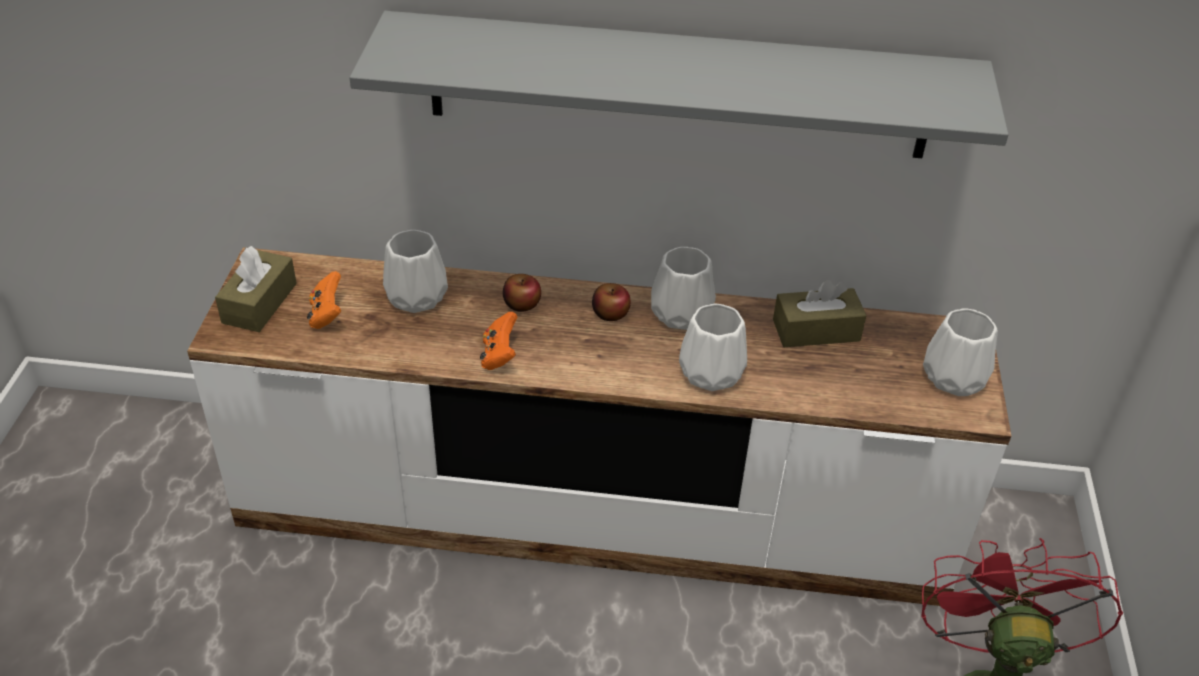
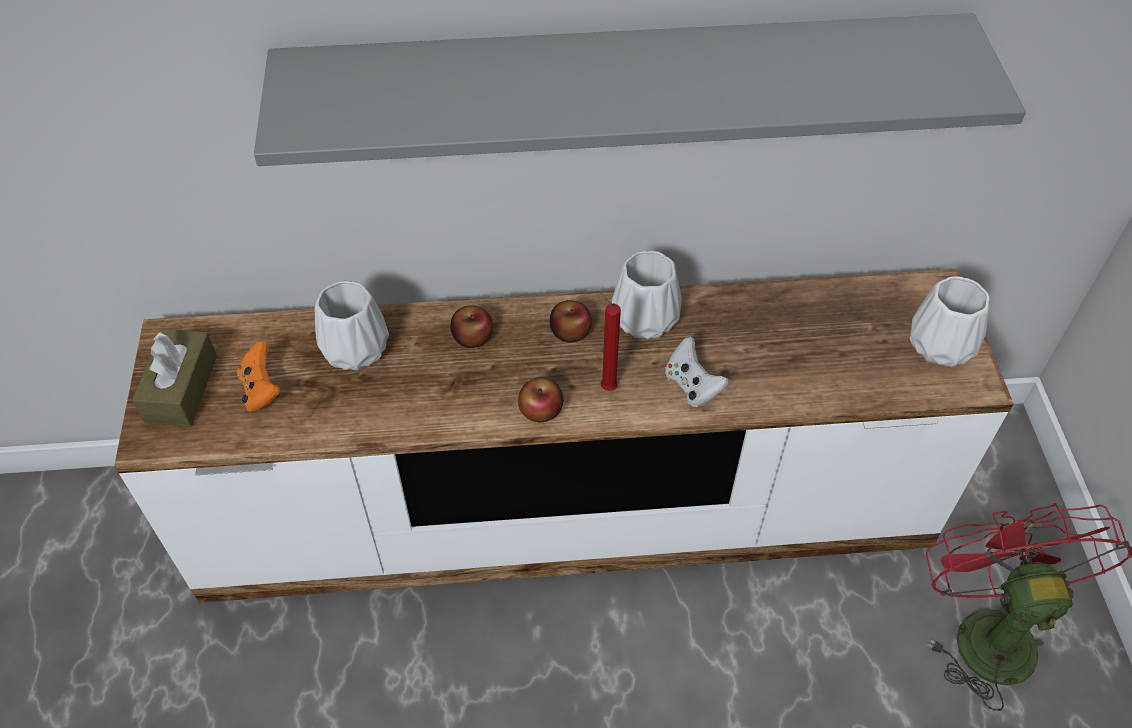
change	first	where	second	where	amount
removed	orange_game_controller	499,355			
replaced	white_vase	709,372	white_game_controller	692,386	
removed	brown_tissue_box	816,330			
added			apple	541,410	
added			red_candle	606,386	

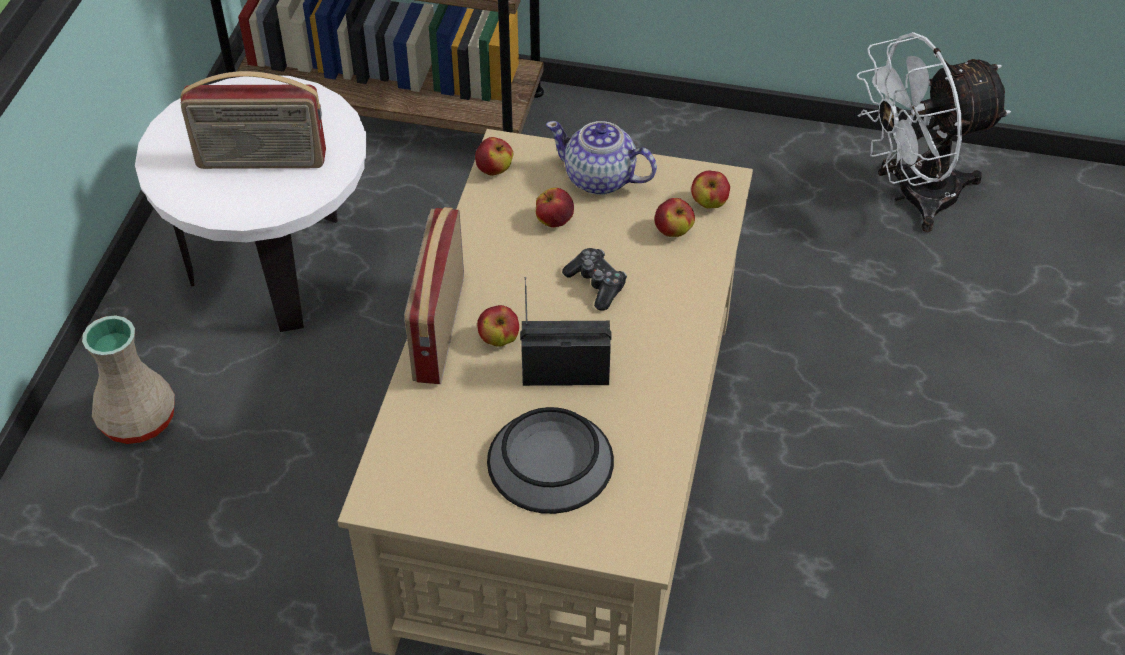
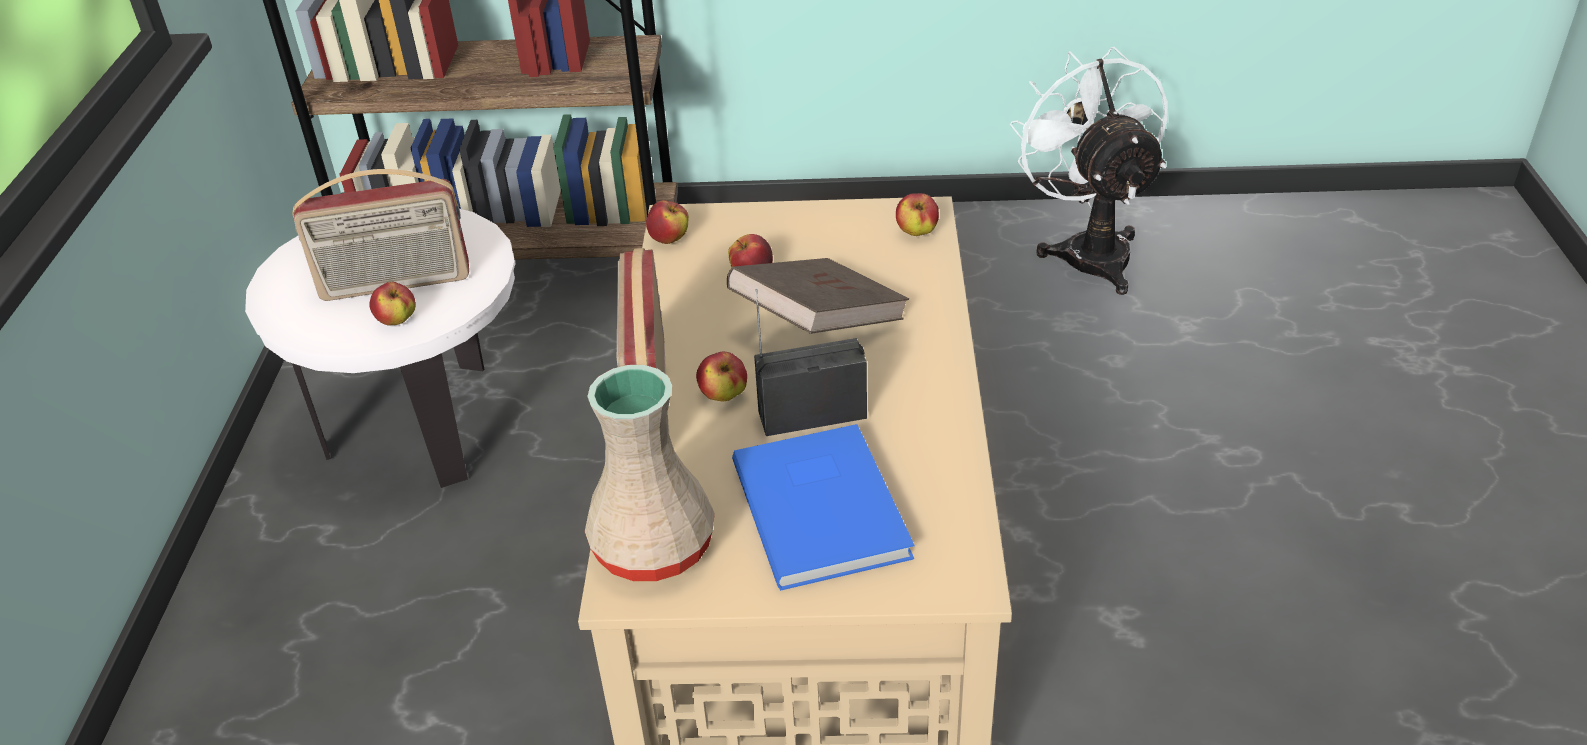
change	first	where	second	where	amount
moved	beige_vase	136,419		650,548	
replaced	bowl	550,460	blue_book	824,506	
removed	teapot	600,179			
replaced	game_controller	596,284	brown_book	819,325	
moved	apple	673,231		397,321	
turned	white_fan	912,196		1088,250	105 degrees clockwise

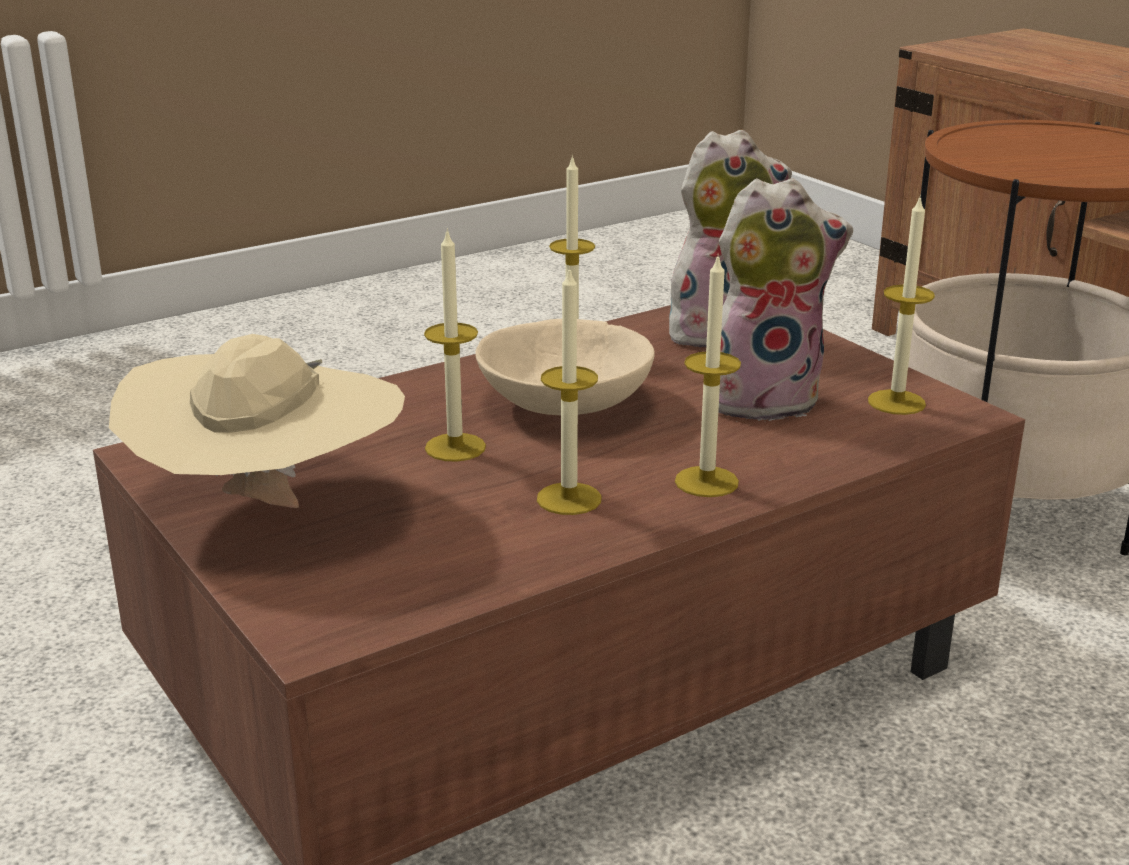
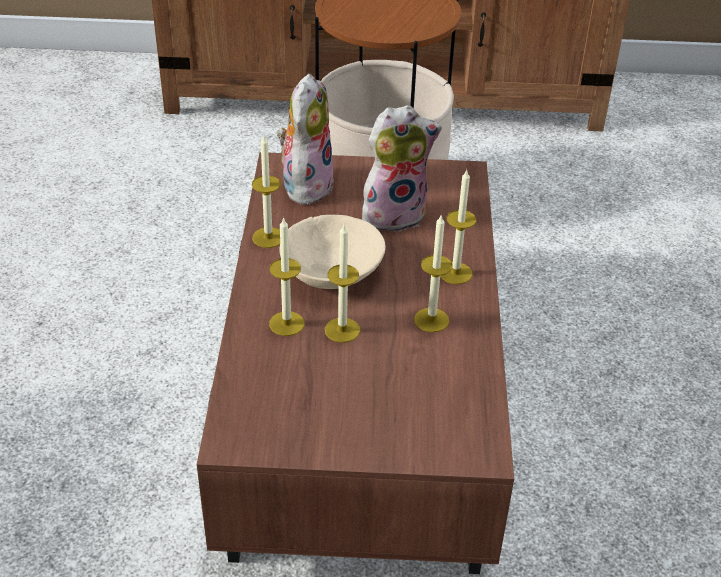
change	first	where	second	where	amount
removed	beige_hat	268,508			
turned	plush_toy	763,399		394,214	45 degrees clockwise
moved	candle	896,402		286,323	

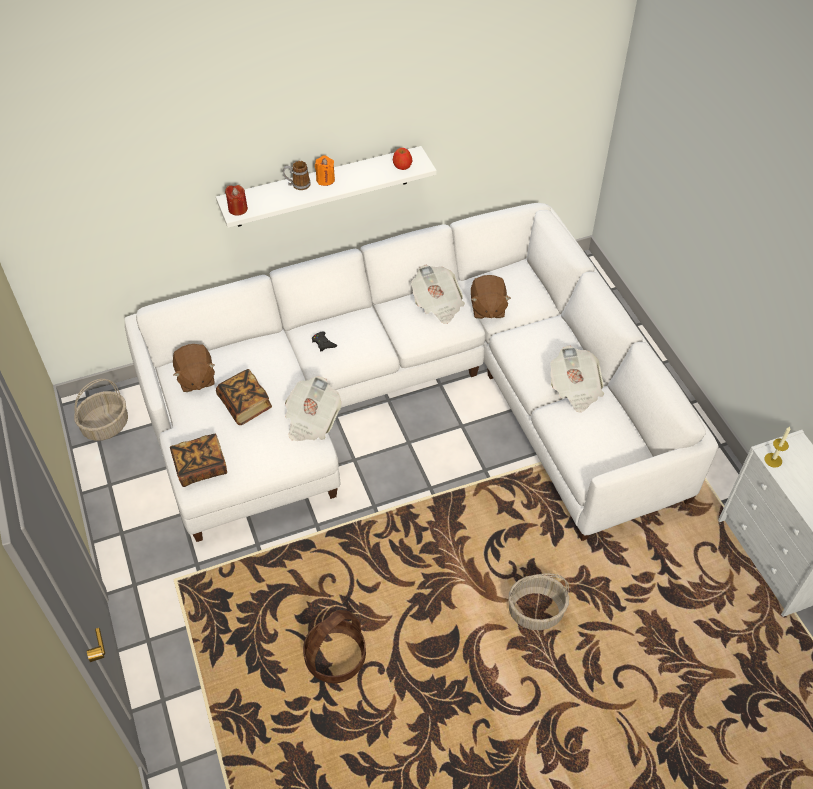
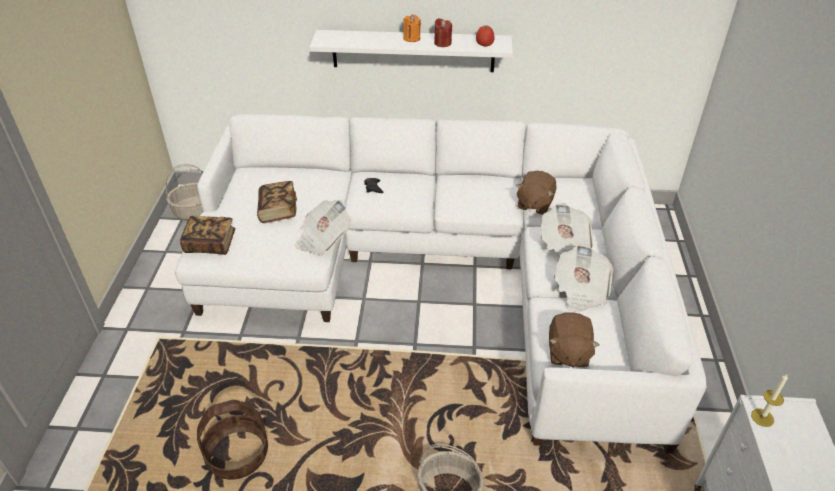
change	first	where	second	where	amount
moved	brown_plush_toy	196,378		568,352	
moved	red_candle	238,209		442,43	
removed	mug	297,185			
moved	newspaper	437,304		565,246	

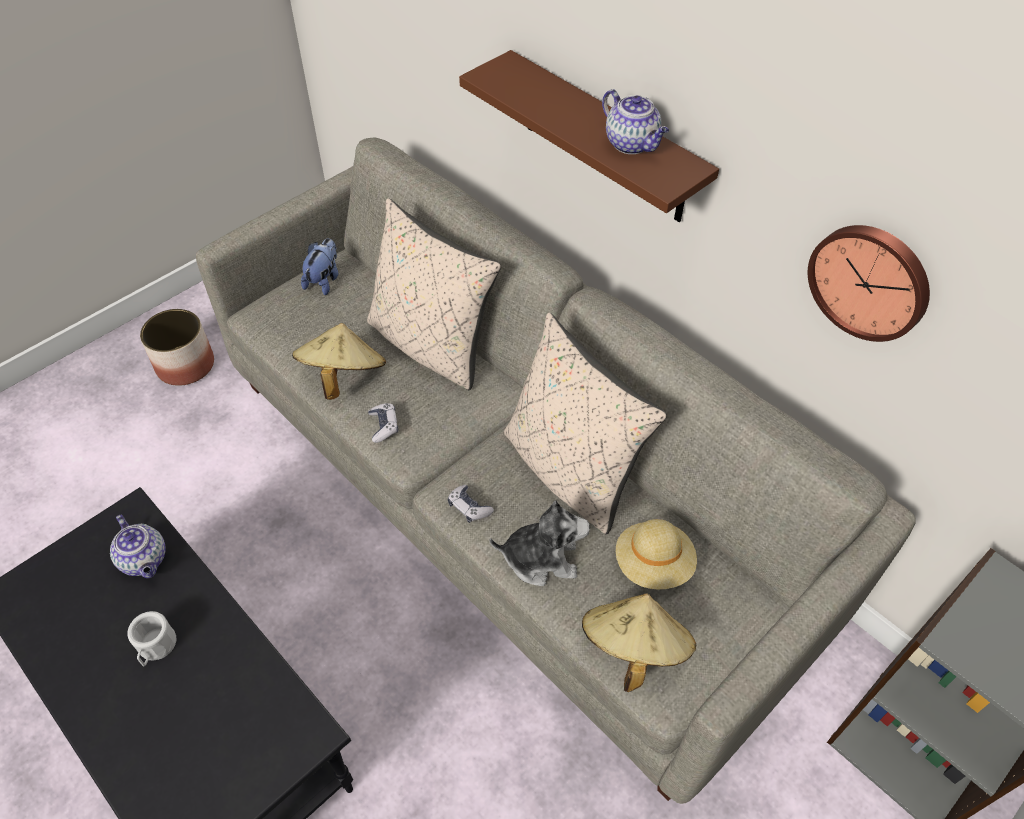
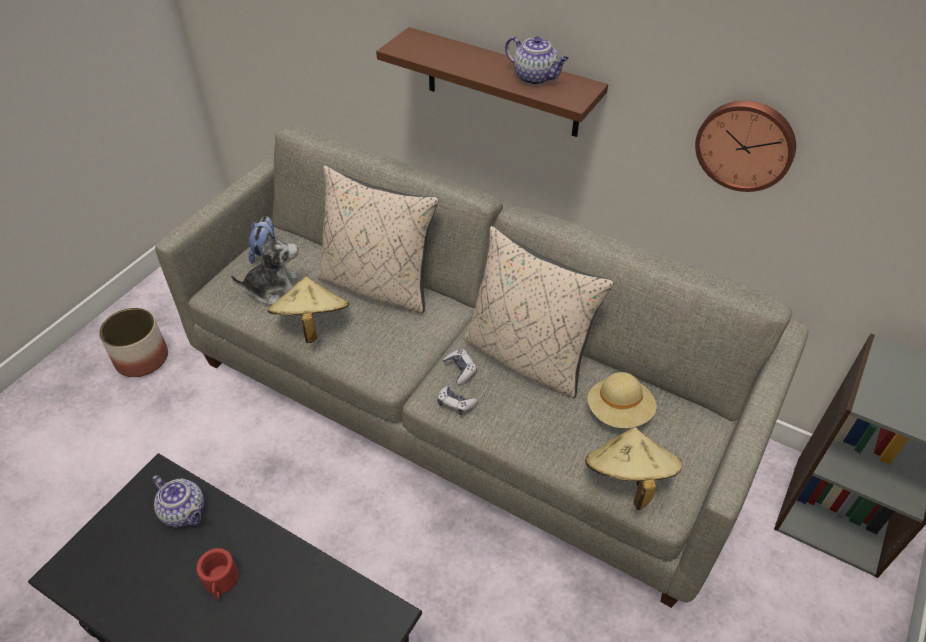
change	first	where	second	where	amount
recoloured	white_mug	155,647	red_mug	221,582	
moved	game_controller	384,426		460,369	
moved	plush_toy	541,558		274,289	

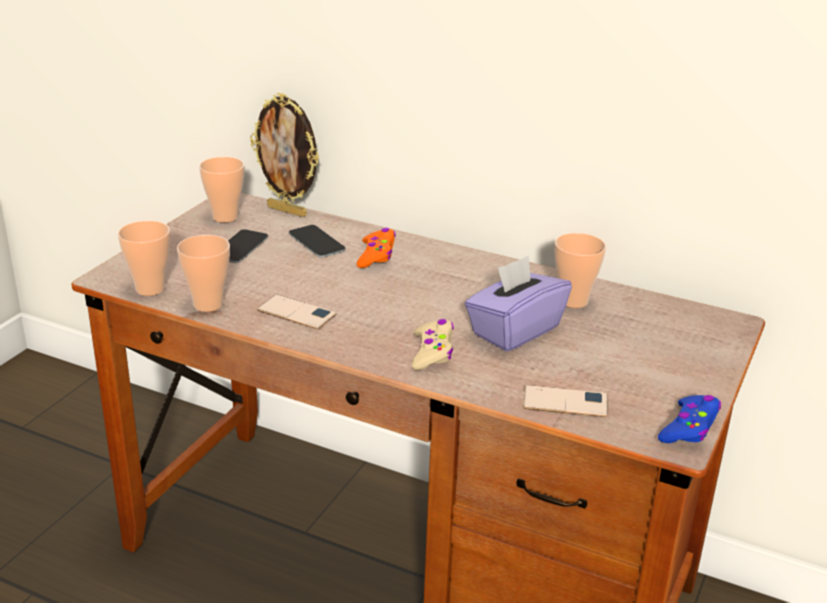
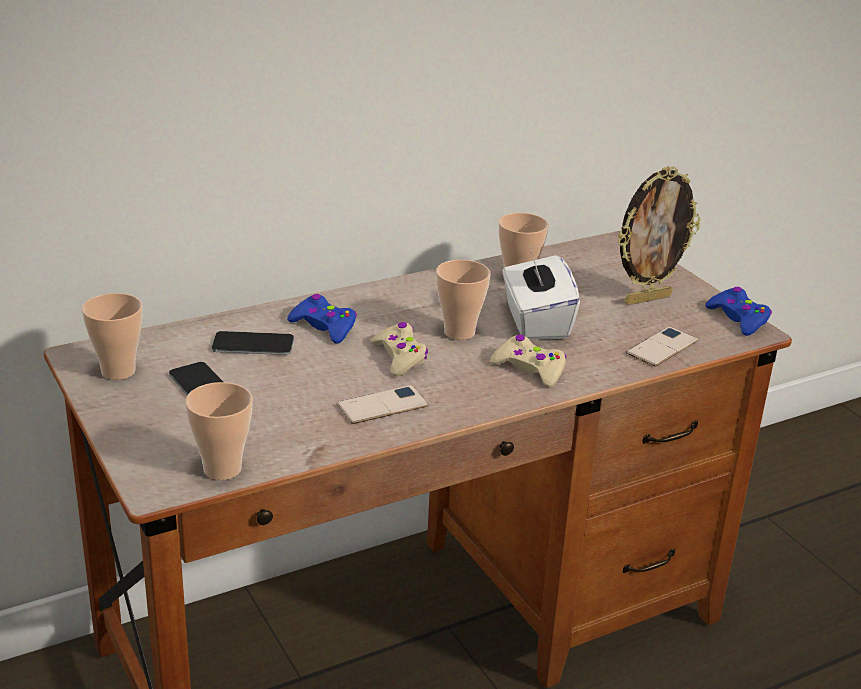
change	first	where	second	where	amount
moved	cup	208,304		459,332	
moved	picture_frame	288,211		647,299	
recoloured	orange_game_controller	376,255	blue_game_controller	324,327	
recoloured	purple_tissue_box	514,330	white_tissue_box	536,322	
added			beige_game_controller	400,357	

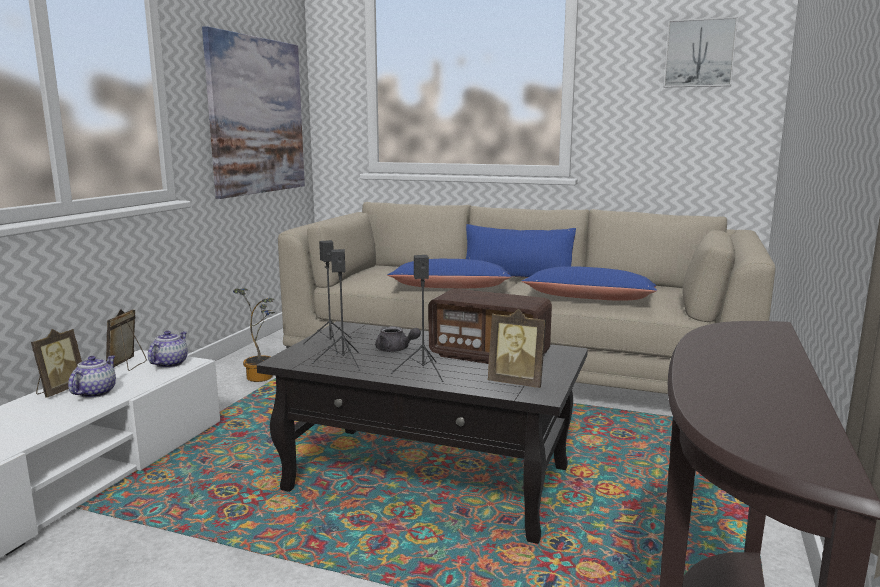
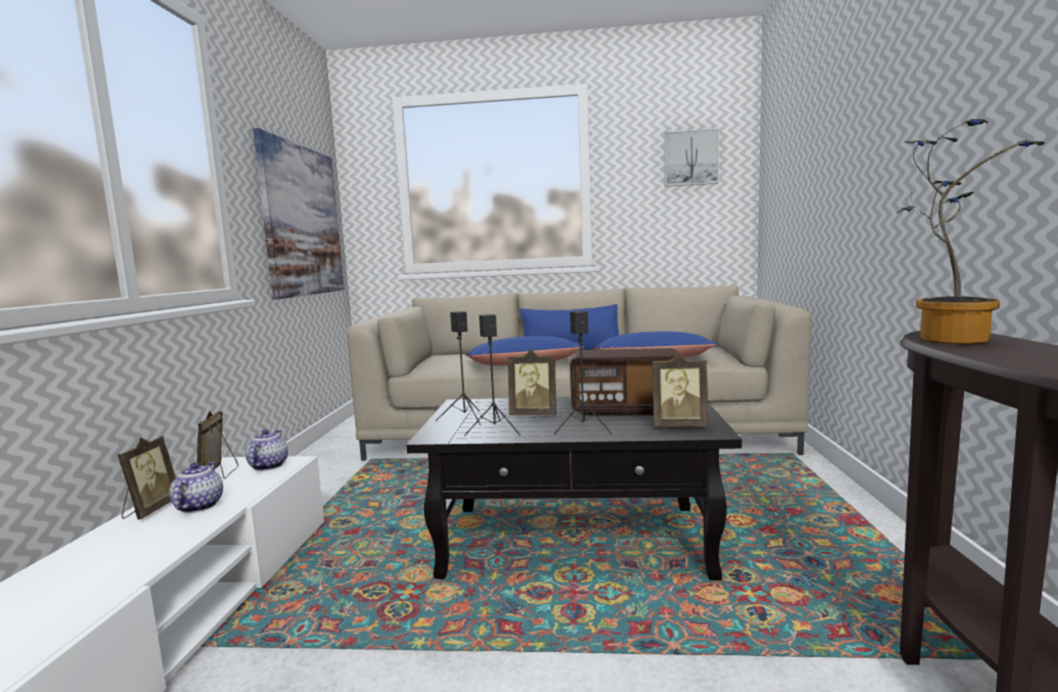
change	first	where	second	where	amount
moved	potted_plant	262,376		946,338	
replaced	grey_teapot	396,350	picture_frame	534,414	

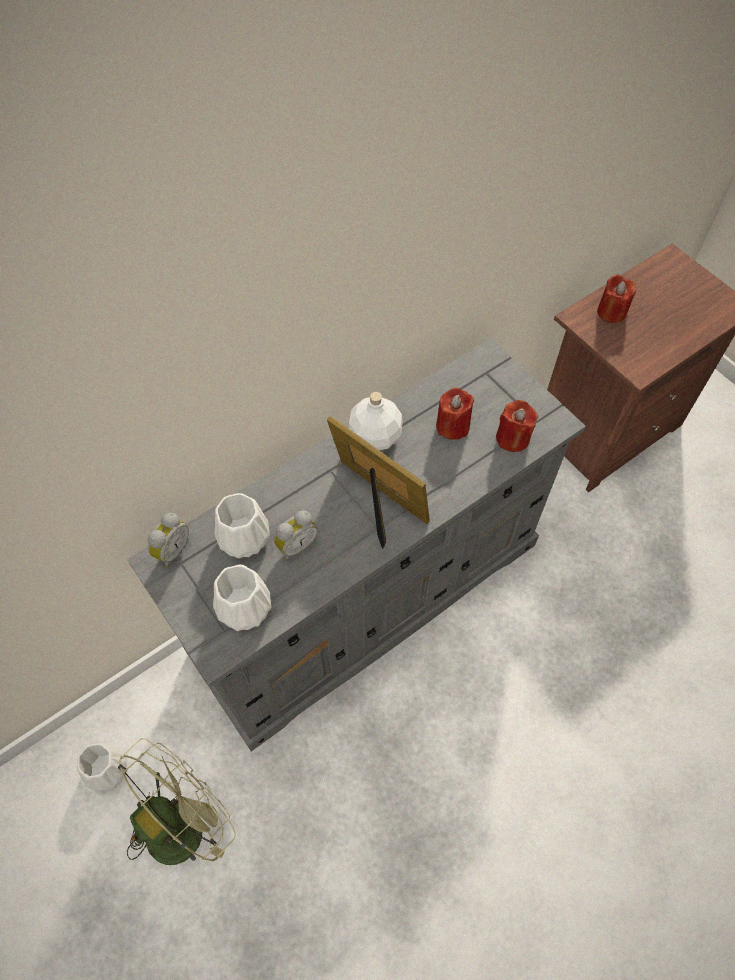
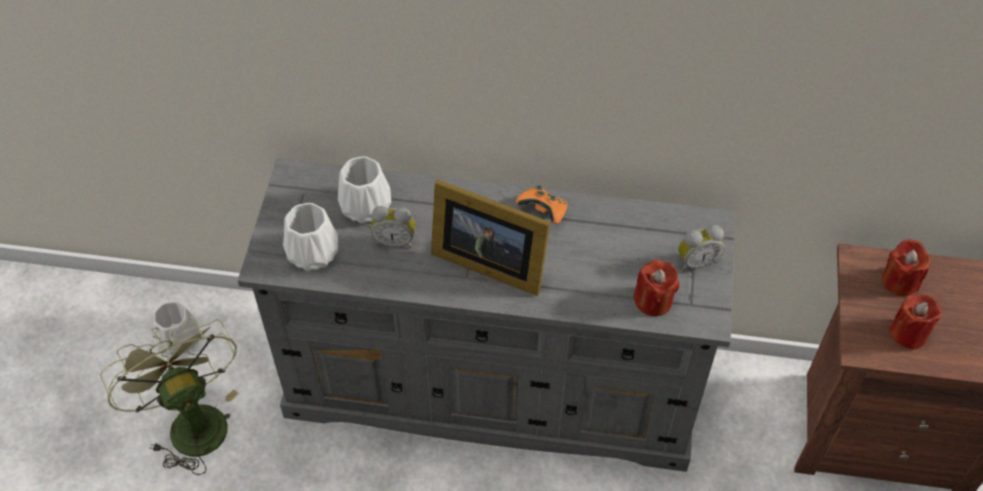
change	first	where	second	where	amount
turned	green_fan	184,821		191,421	120 degrees counterclockwise
moved	alarm_clock	171,550		696,261	
turned	picture_frame	378,502		487,260	120 degrees clockwise
replaced	white_bottle	375,436	orange_game_controller	543,212	
moved	red_candle	452,426		908,333	

